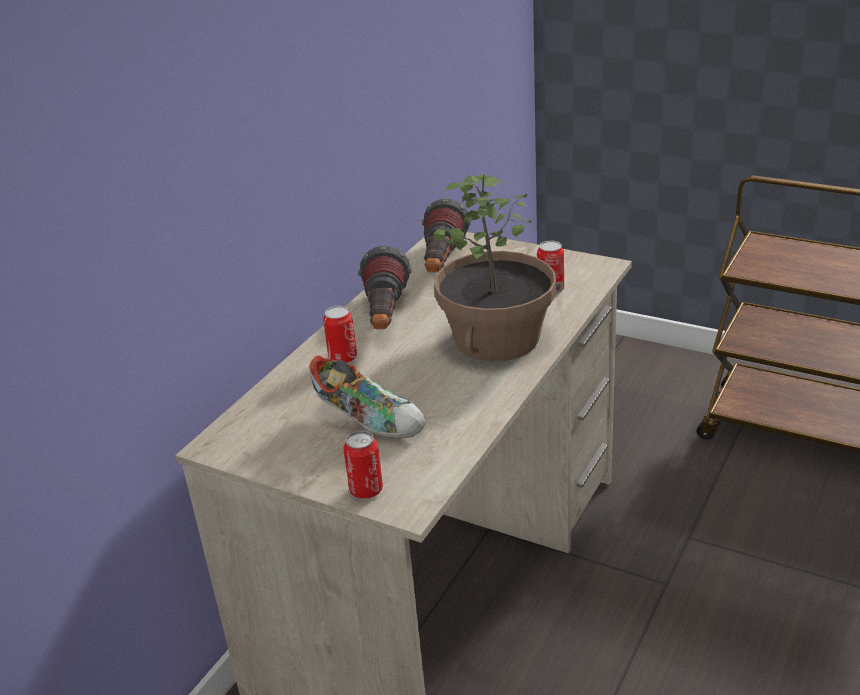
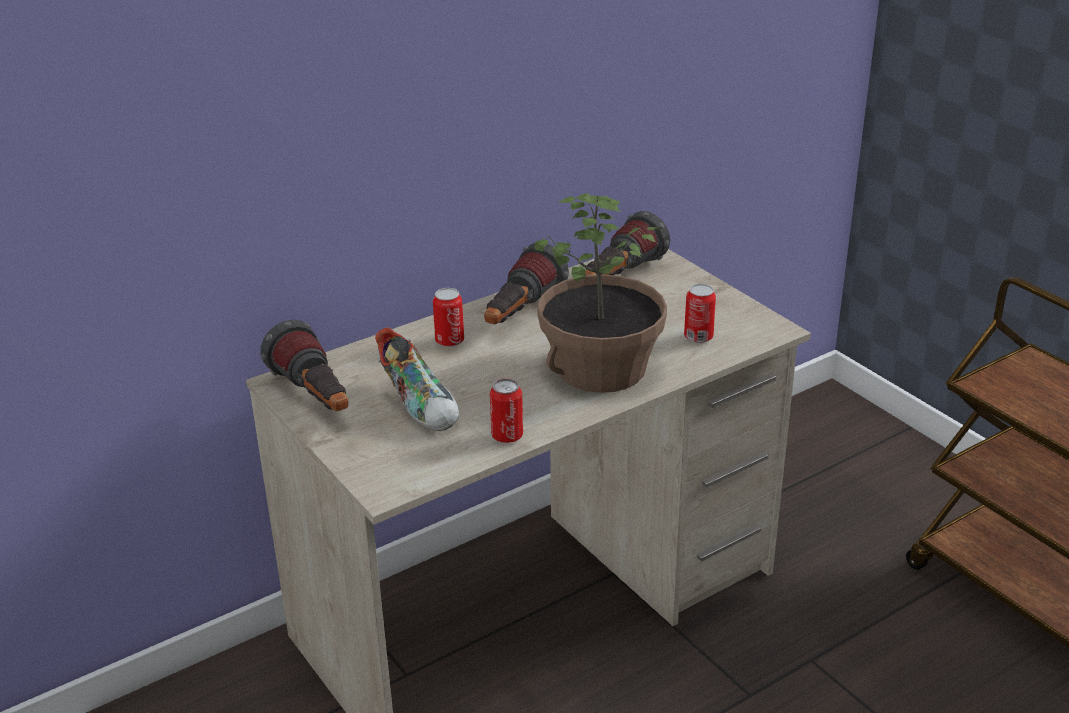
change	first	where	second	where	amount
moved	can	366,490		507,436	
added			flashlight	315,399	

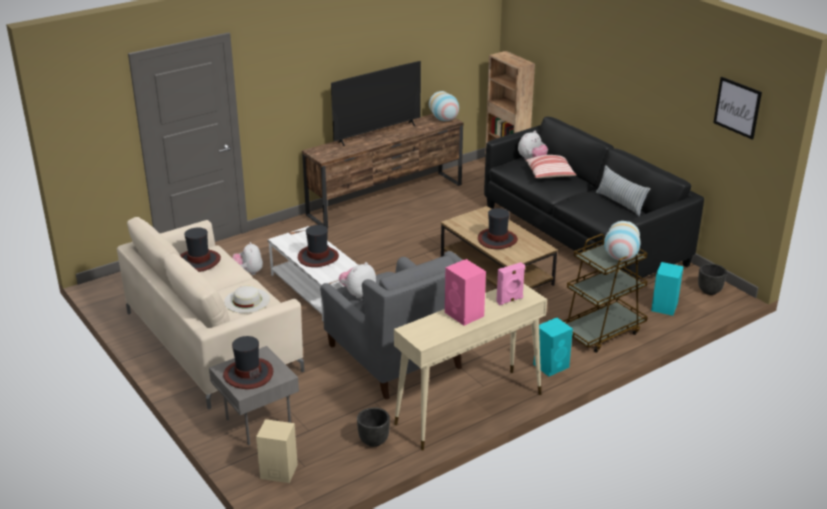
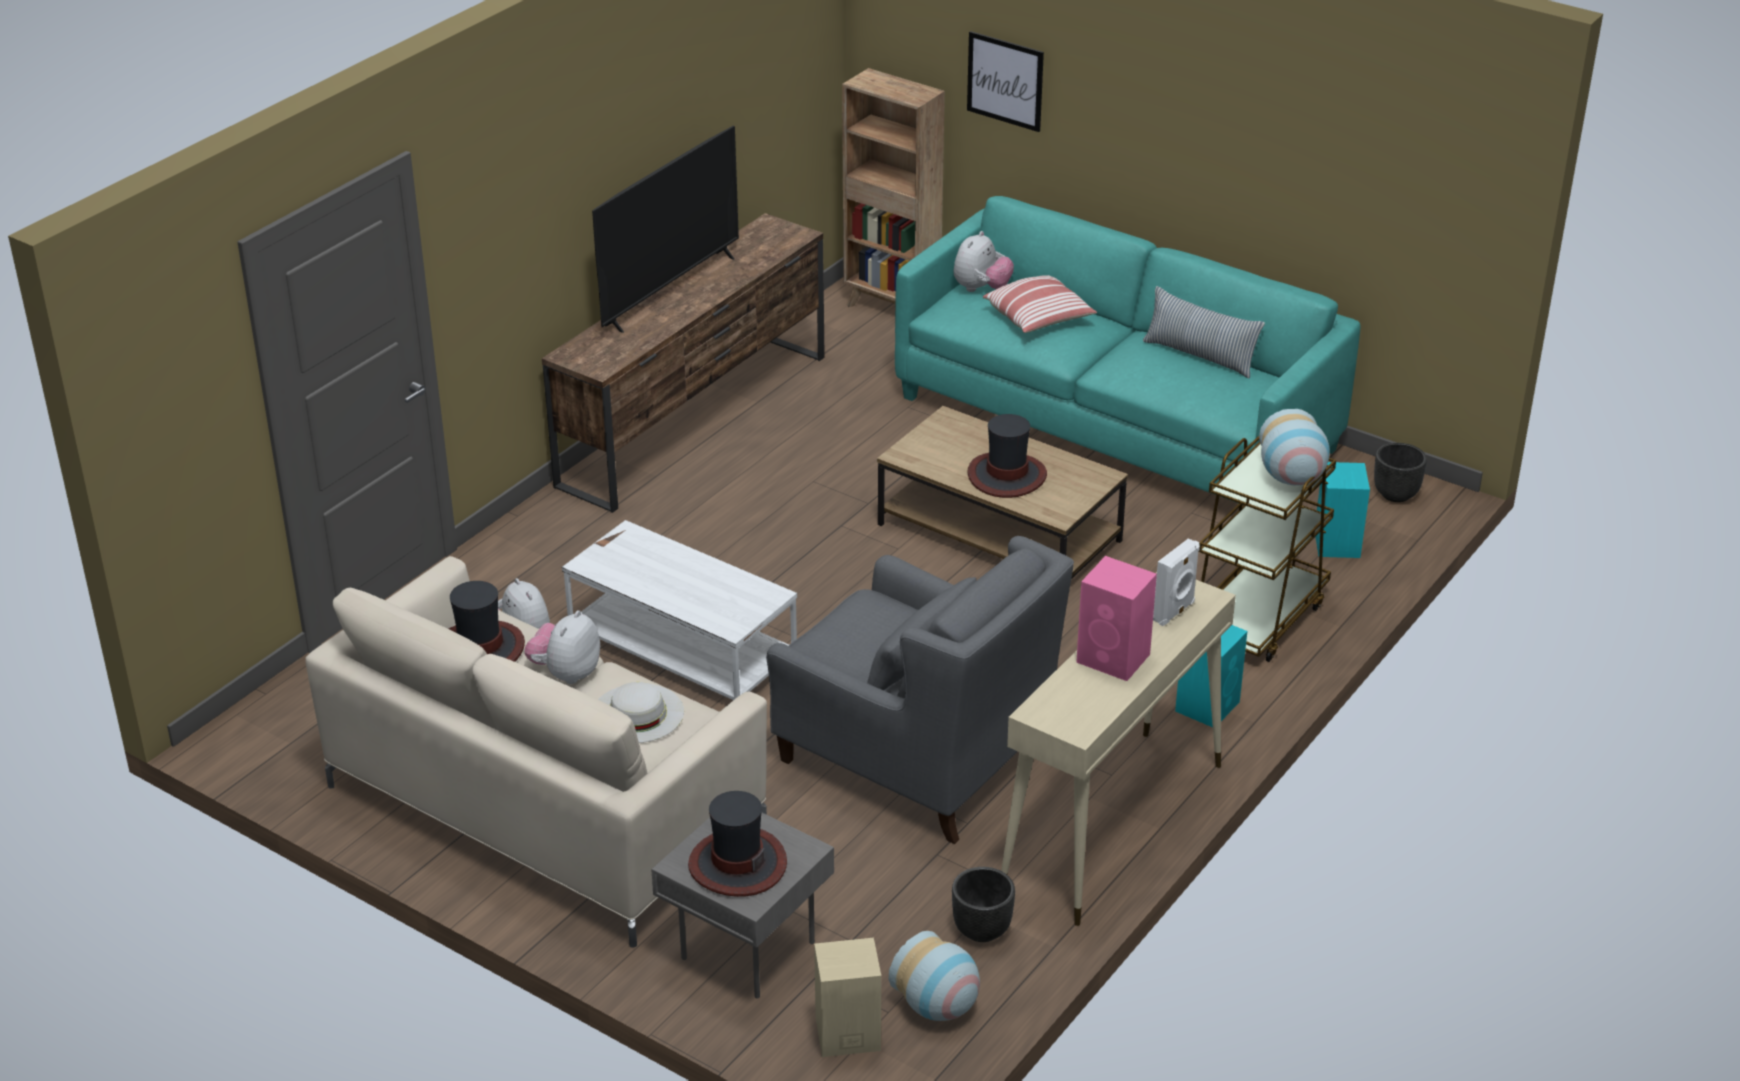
change	first	where	second	where	amount
removed	hat	318,257			
moved	plush_toy	358,293		566,673	
moved	vase	444,119		938,1007	
recoloured	black_sofa	583,235	turquoise_sofa	1116,423	
recoloured	pink_speaker	510,300	white_speaker	1175,612	
moved	picture	737,107		1005,81	

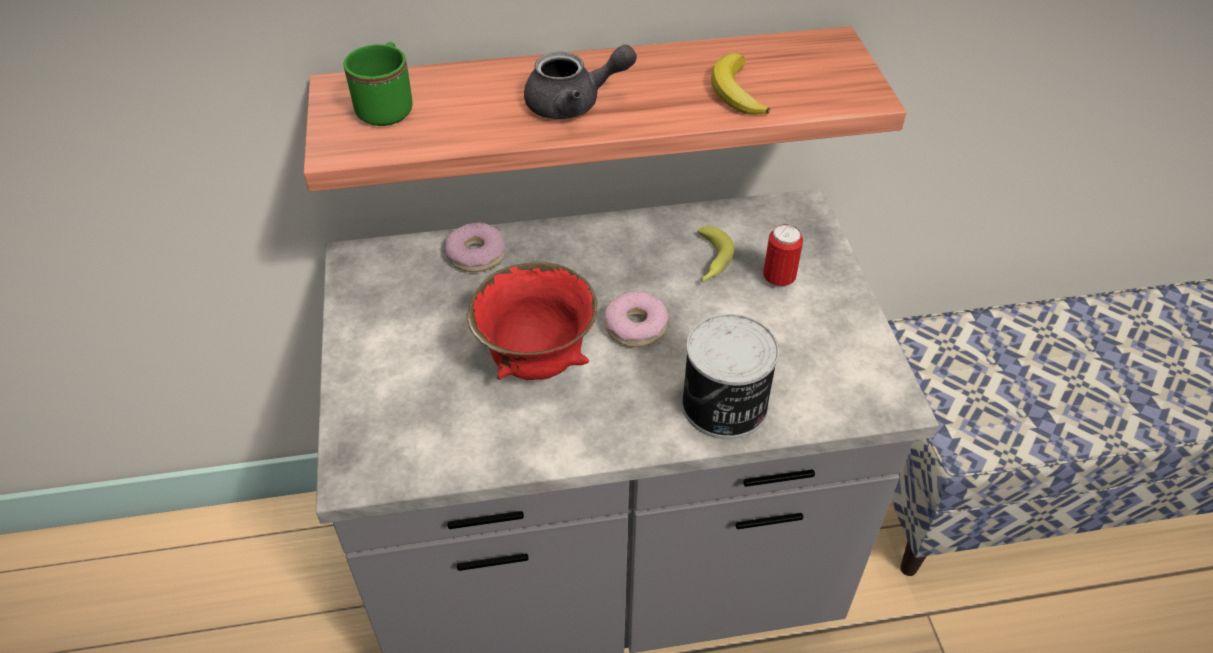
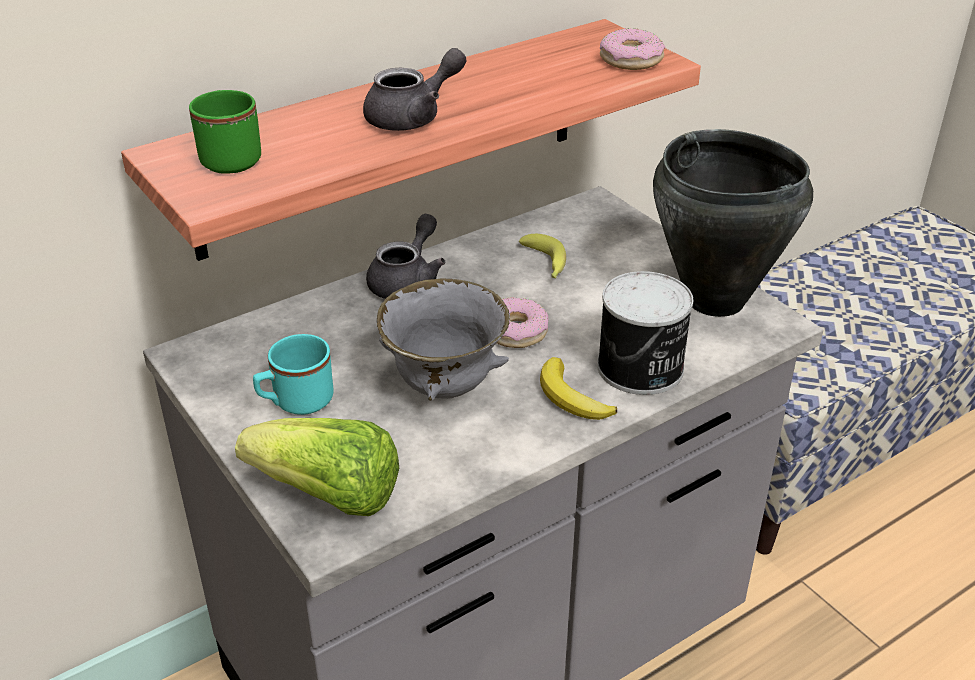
change	first	where	second	where	amount
moved	donut	476,255		631,59	
recoloured	red_bowl	536,363	grey_bowl	443,387	
moved	banana	736,91		571,397	
removed	can	778,279			
added			lettuce	328,495	
added			turquoise_mug	295,402	
added			grey_teapot	407,281	
added			black_cooking_pot	715,301	

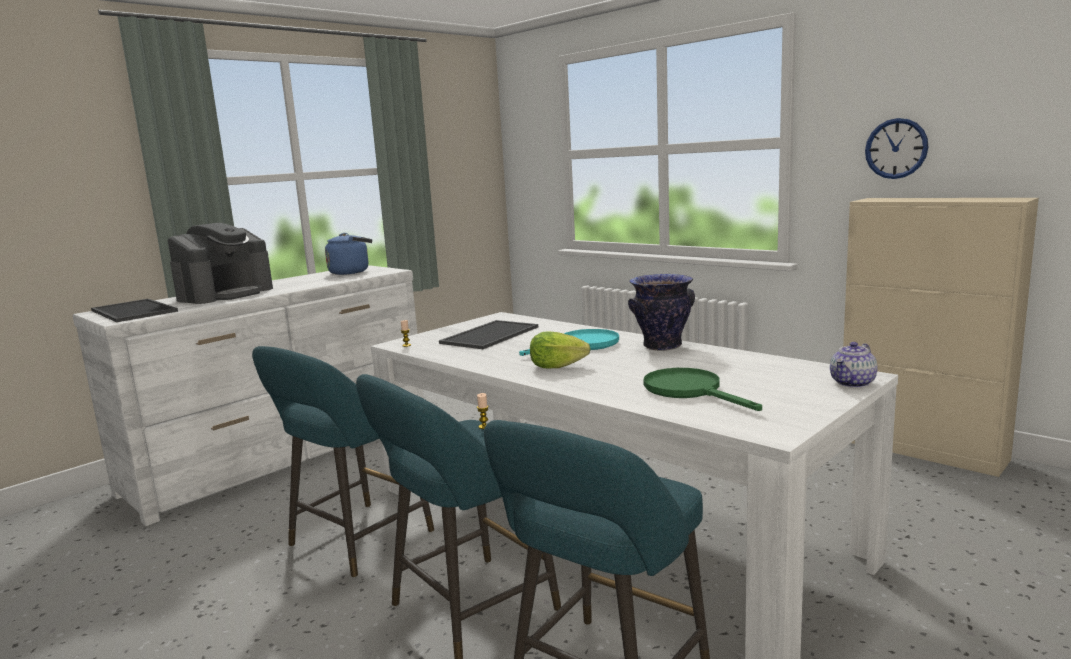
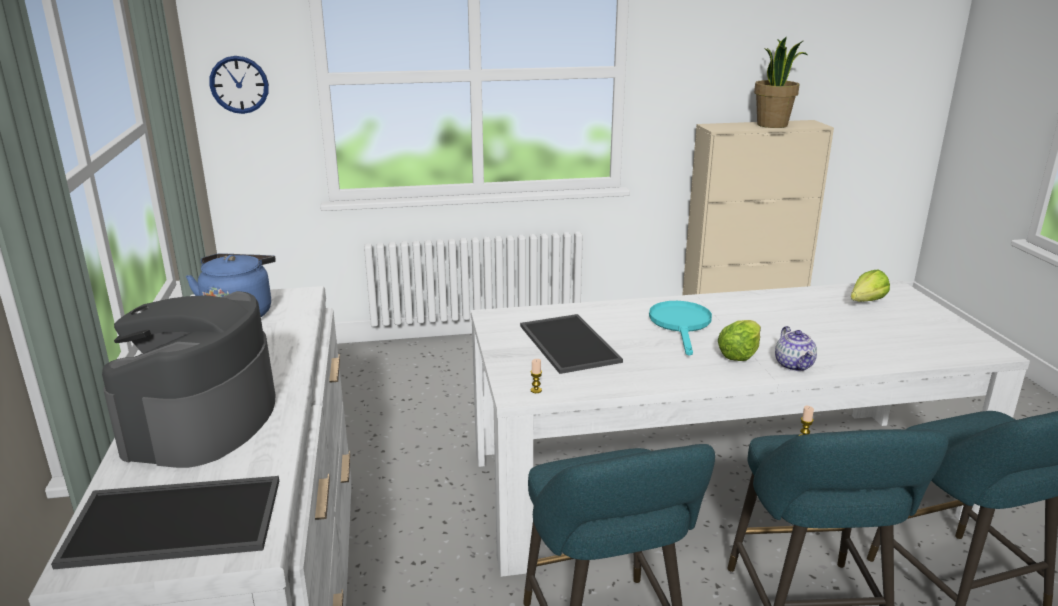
change	first	where	second	where	amount
turned	coffee_machine	225,294		202,421	150 degrees counterclockwise
removed	vase	662,346			
removed	green_frying_pan	690,391			
moved	teapot	853,383		794,365	
moved	wall_clock	896,148		239,84	
added			potted_plant	773,125	
added			lettuce	862,303	

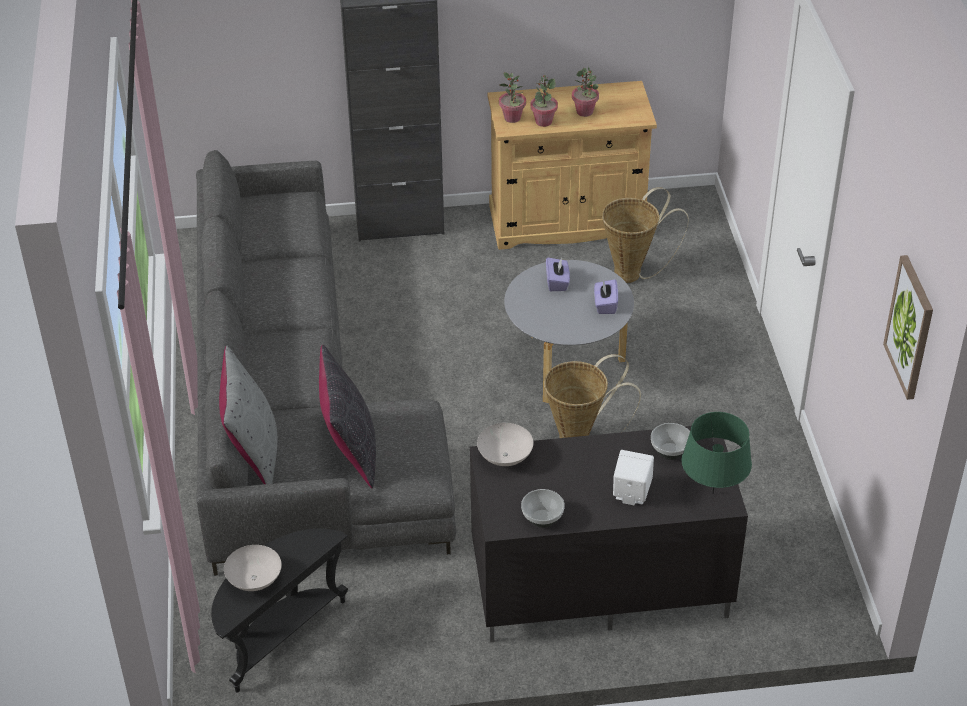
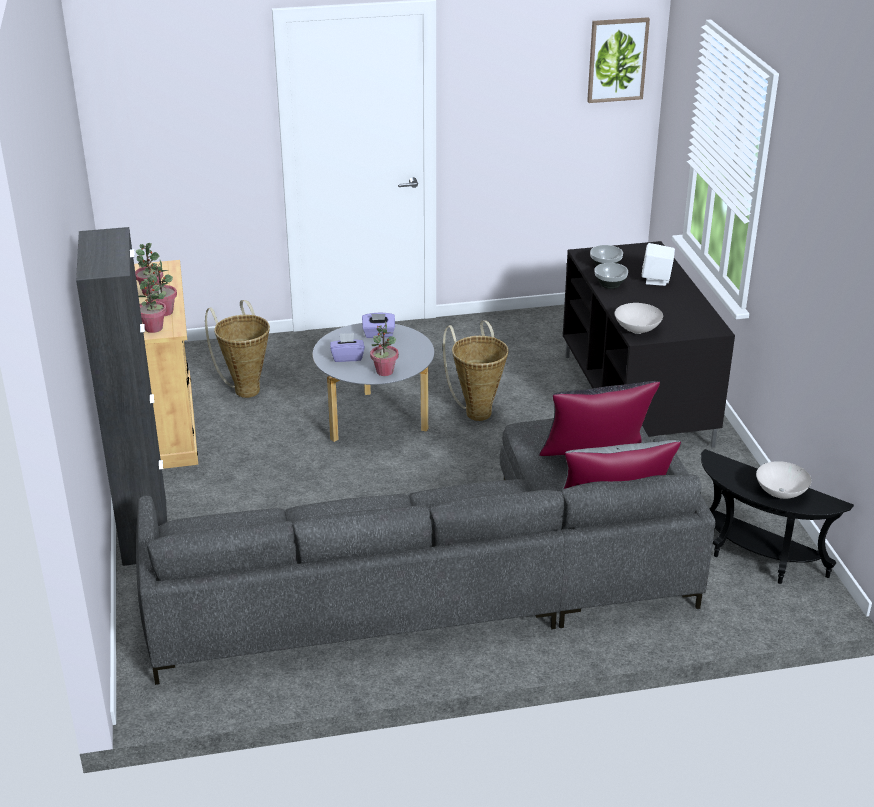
change	first	where	second	where	amount
moved	bowl	542,518		609,284	
removed	green_table_lamp	712,493			
added			potted_plant	384,371	

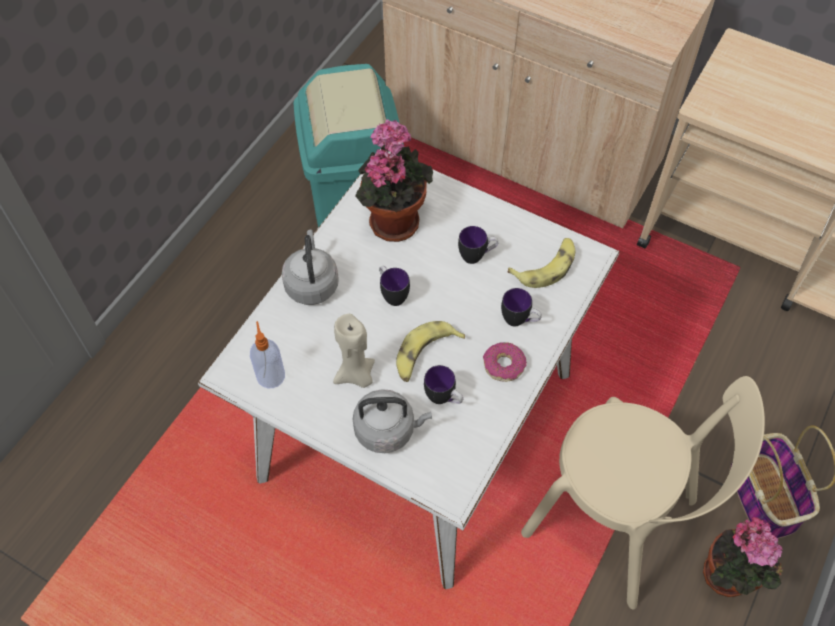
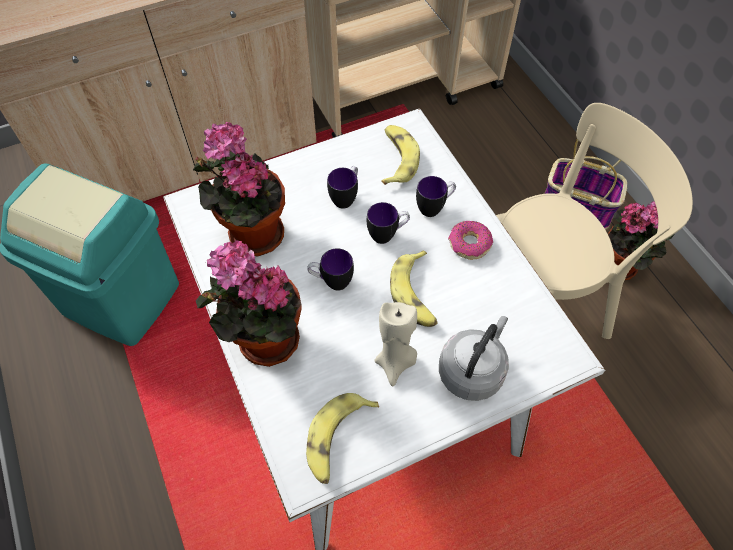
change	first	where	second	where	amount
replaced	soap_dispenser	270,375	banana	337,439	
replaced	grey_kettle	312,283	potted_plant	263,340	
moved	mug	444,399		387,234	

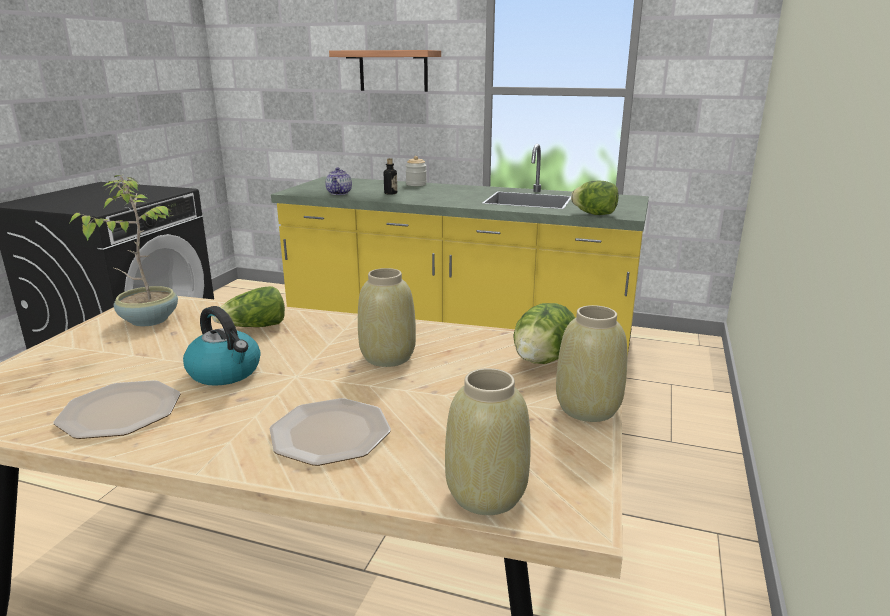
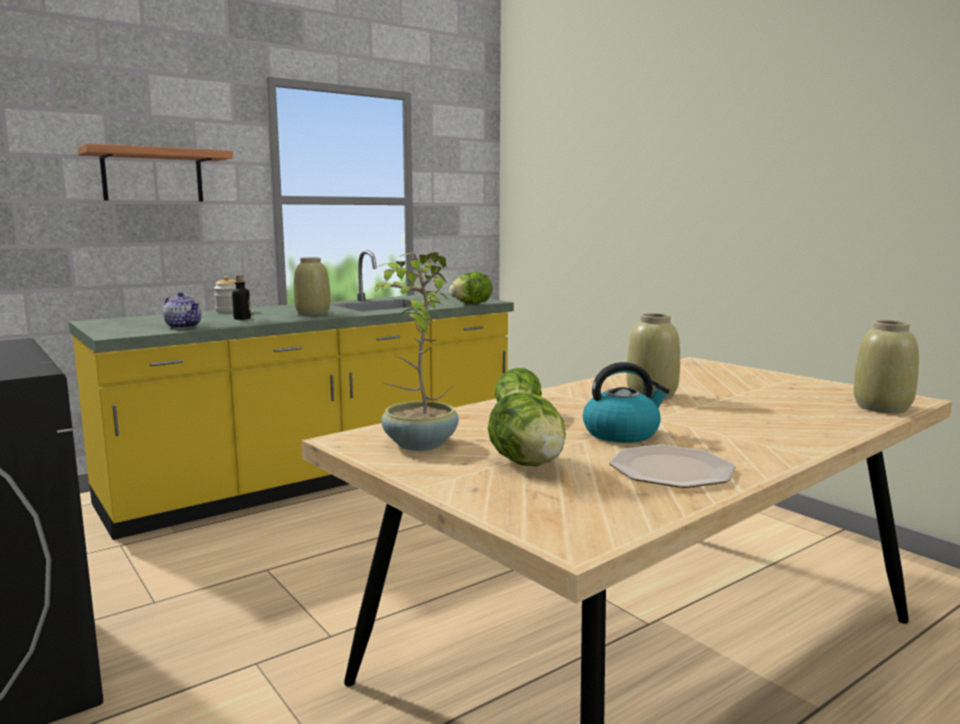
change	first	where	second	where	amount
removed	plate	331,433			
moved	lettuce	542,360		528,464	
moved	beige_vase	588,409		313,313	

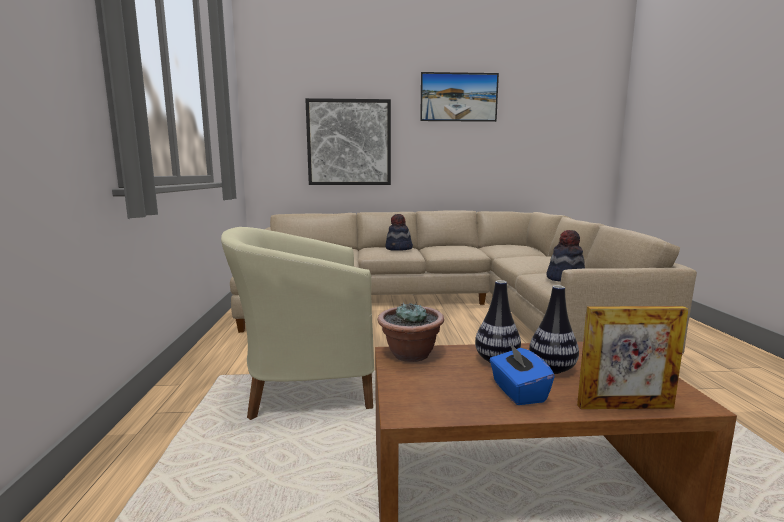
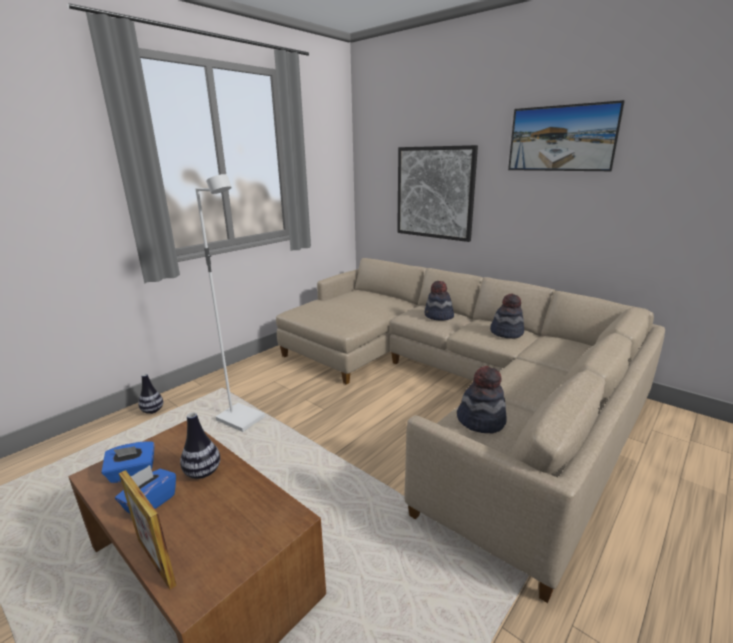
change	first	where	second	where	amount
replaced	beige_armchair	305,386	white_floor_lamp	242,419	
removed	potted_plant	410,355			
moved	vase	552,369		152,411	
added			blue_tissue_box	132,473	
added			hat	506,333	

